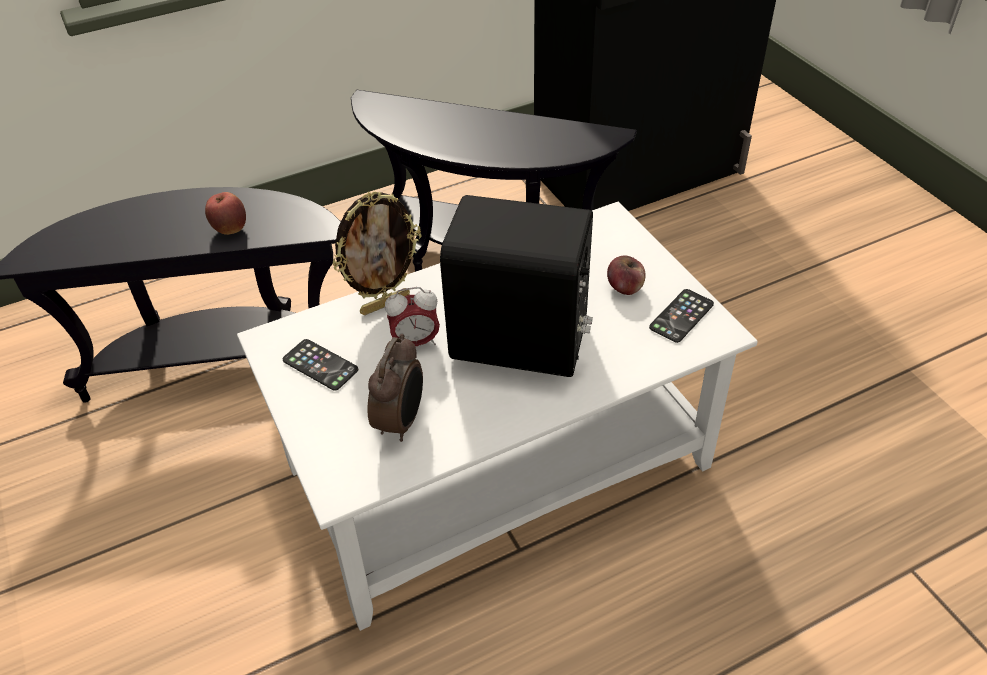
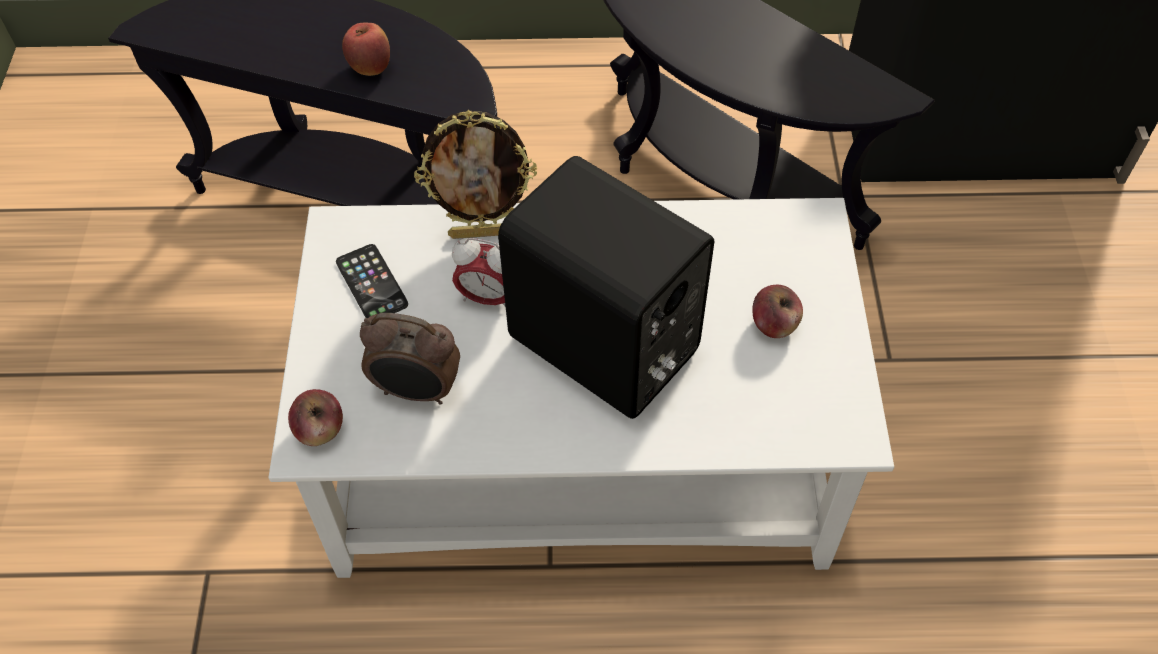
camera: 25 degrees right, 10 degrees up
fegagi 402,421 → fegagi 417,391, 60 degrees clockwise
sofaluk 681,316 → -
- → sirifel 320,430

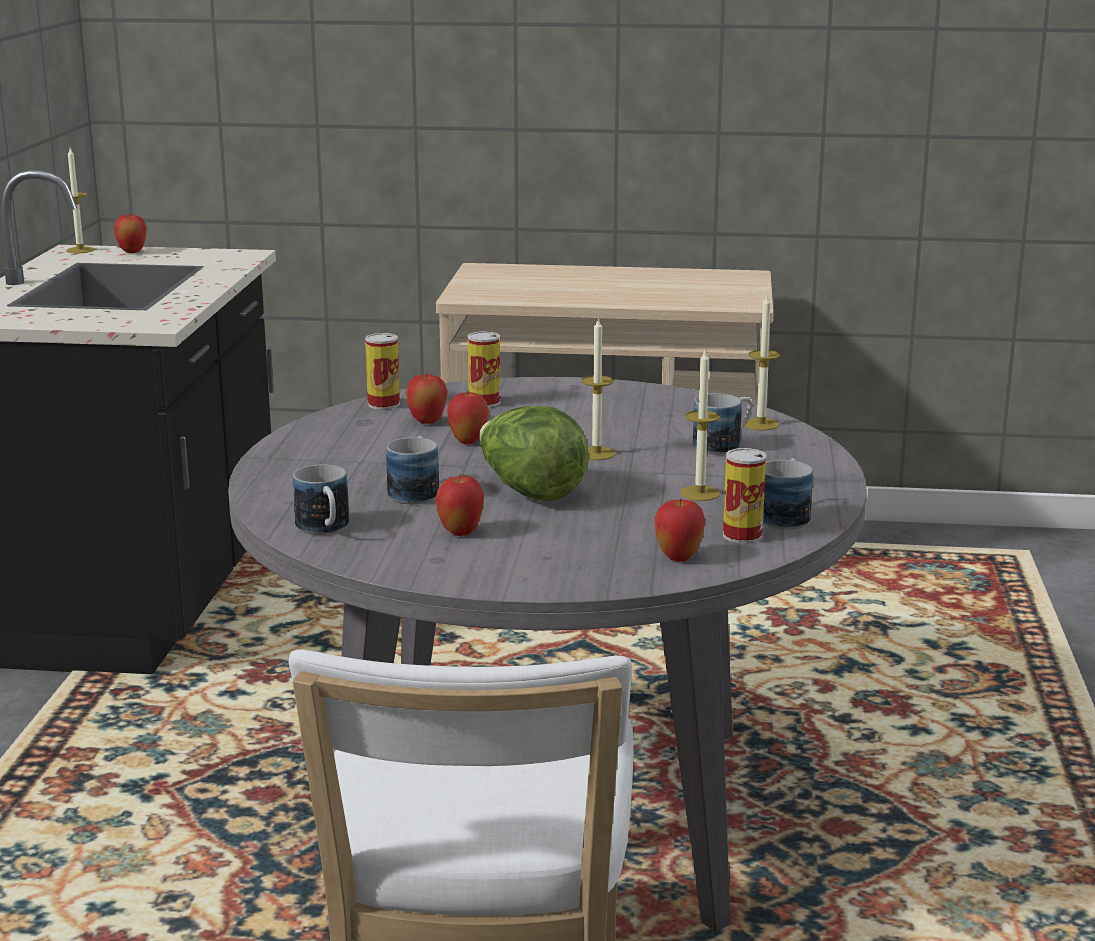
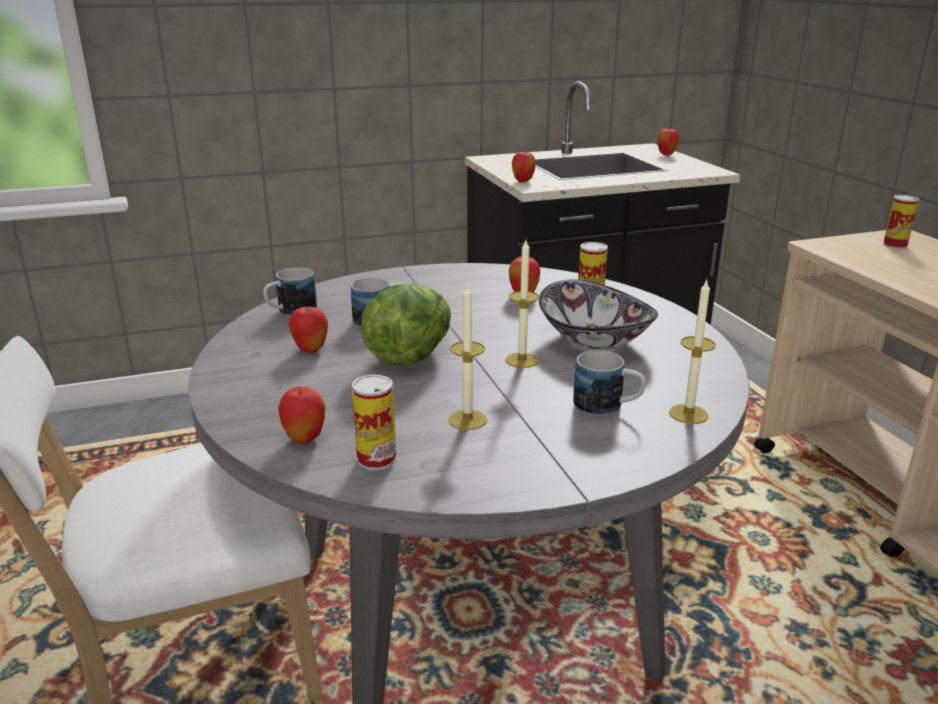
camera: 65 degrees right, 5 degrees up
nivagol 80,250 → -
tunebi 383,404 → tunebi 895,245, moved
sirifel 468,441 → sirifel 523,181, moved
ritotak 785,515 → -
- → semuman 595,339

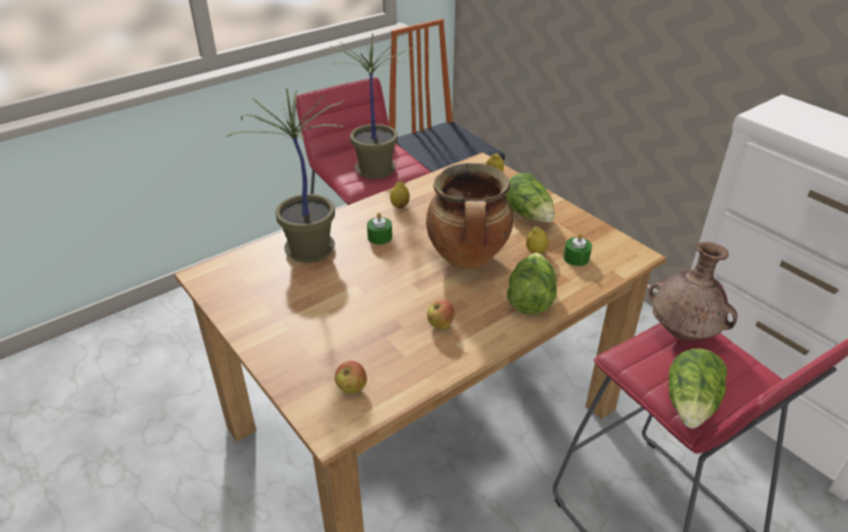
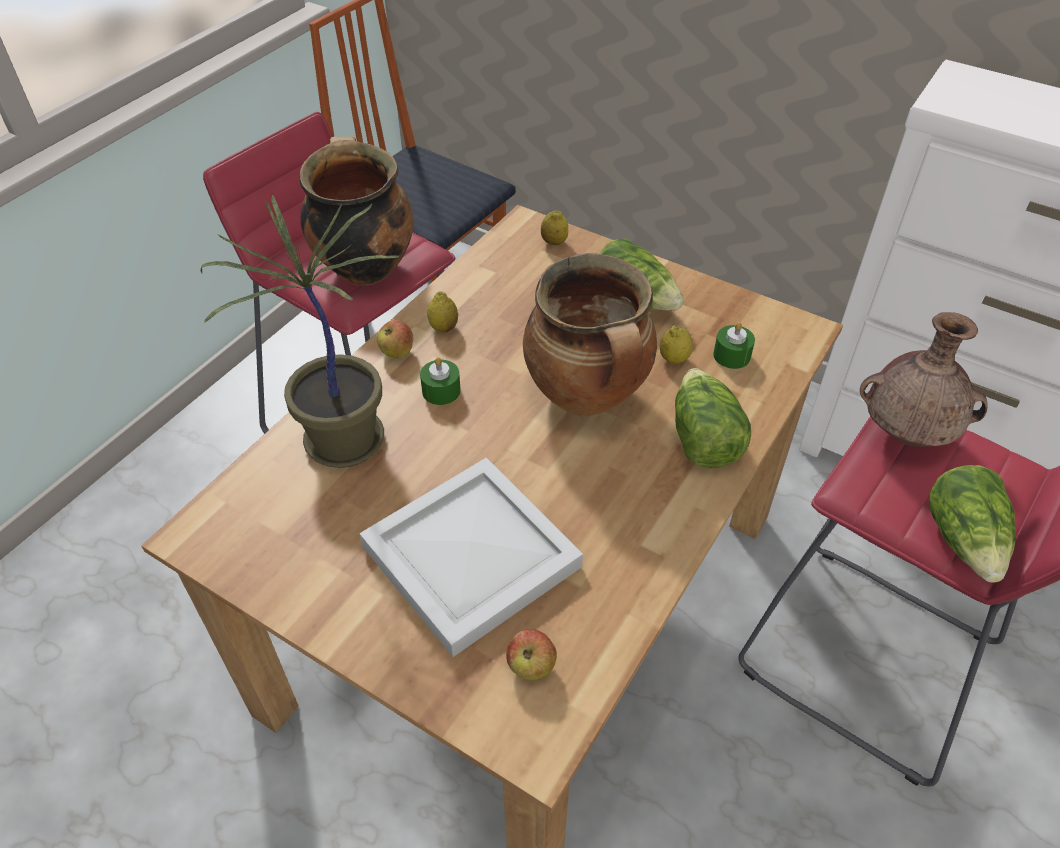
camera: 20 degrees left, 10 degrees up
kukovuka 374,169 → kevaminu 364,266
sirifel 440,324 → sirifel 397,352, moved
- → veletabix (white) 474,557

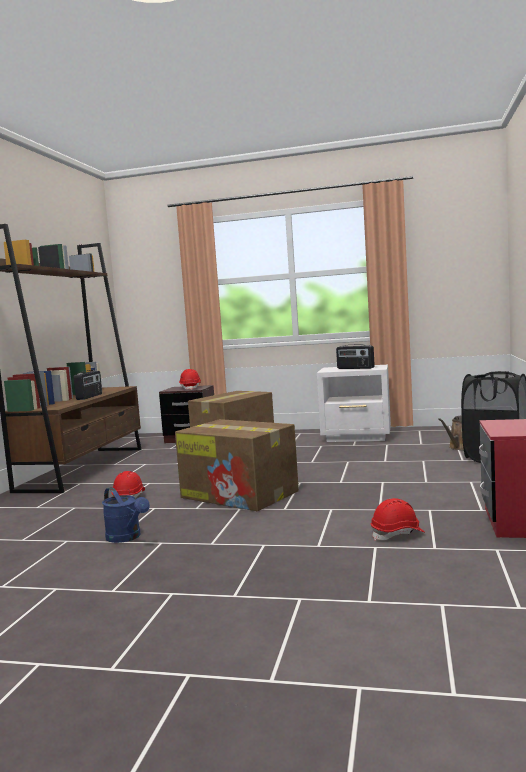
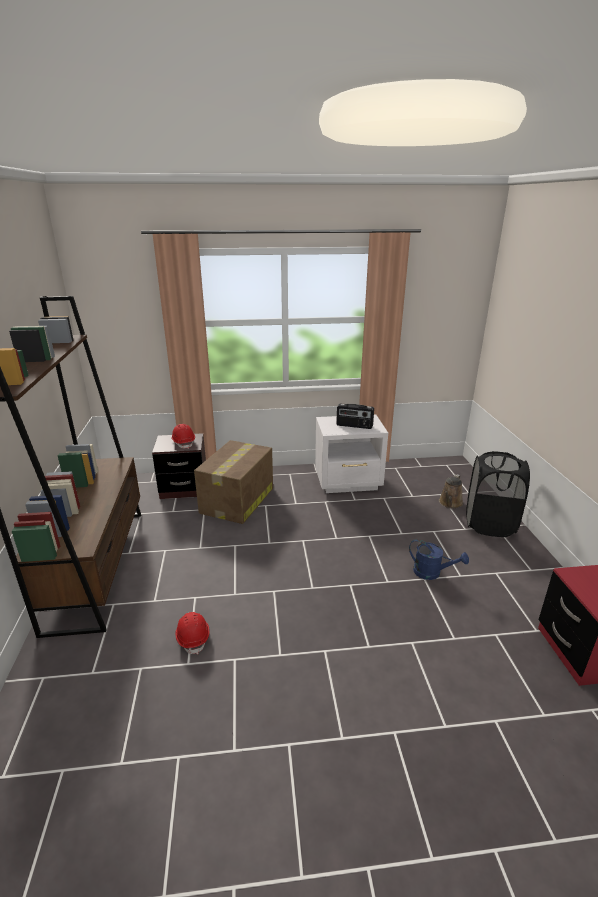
camera: 20 degrees left, 20 degrees up
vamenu 90,397 → -
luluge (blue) 127,537 → luluge (blue) 432,573, moved
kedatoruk 240,494 → -
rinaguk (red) 398,534 → -

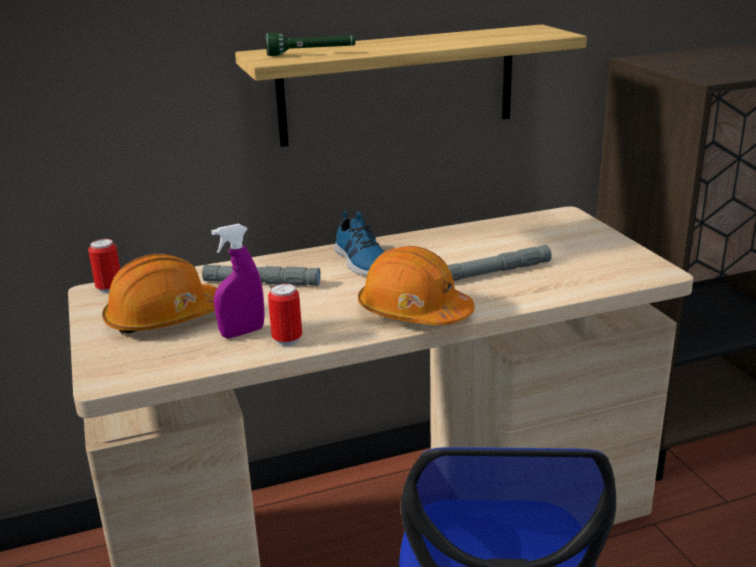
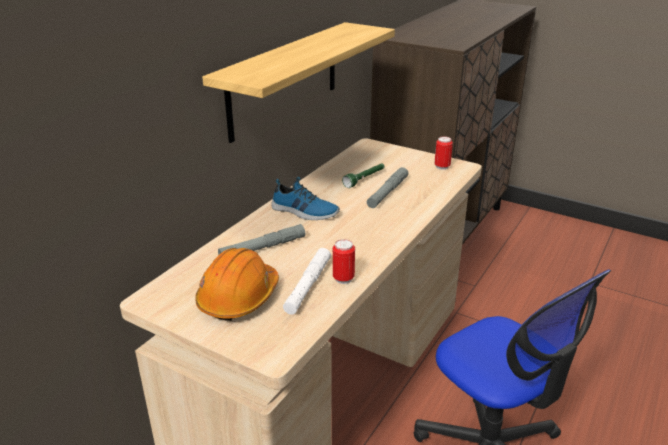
camera: 40 degrees left, 5 degrees up
tunebi 109,289 → tunebi 442,167, moved
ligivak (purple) 242,332 → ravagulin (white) 308,285
ravagulin (green) 311,54 → ravagulin (green) 365,179, moved
rinaguk (orange) 414,312 → -

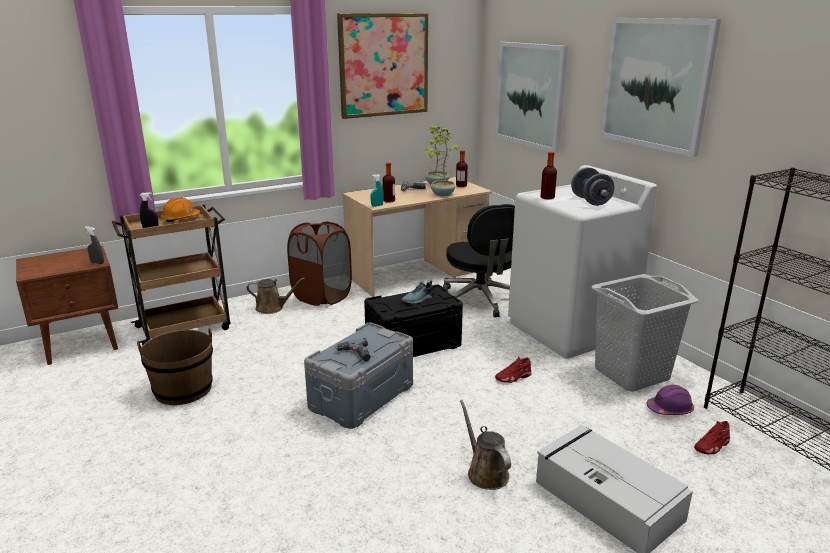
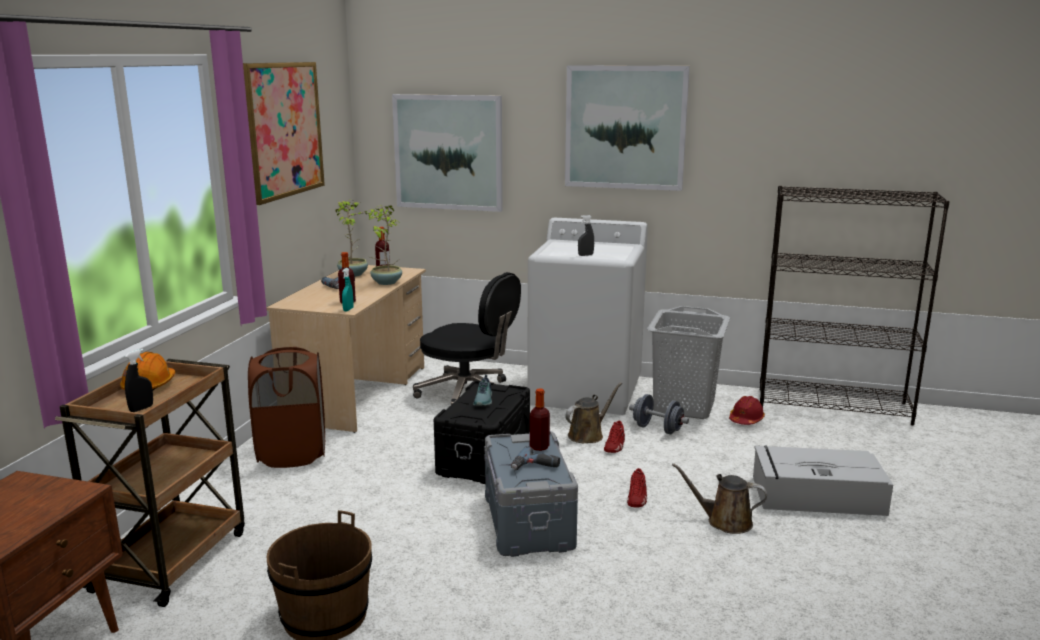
camera: 45 degrees left, 5 degrees down
ligivak (grey) 97,263 → ligivak (grey) 585,255, moved
luluge (brown) 272,308 → luluge (brown) 588,435, moved
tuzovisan 547,198 → tuzovisan 539,447, moved
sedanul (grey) 590,201 → sedanul (grey) 657,429, moved
rinaguk (purple) 670,409 → rinaguk (red) 746,420
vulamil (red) 712,446 → vulamil (red) 637,498, moved

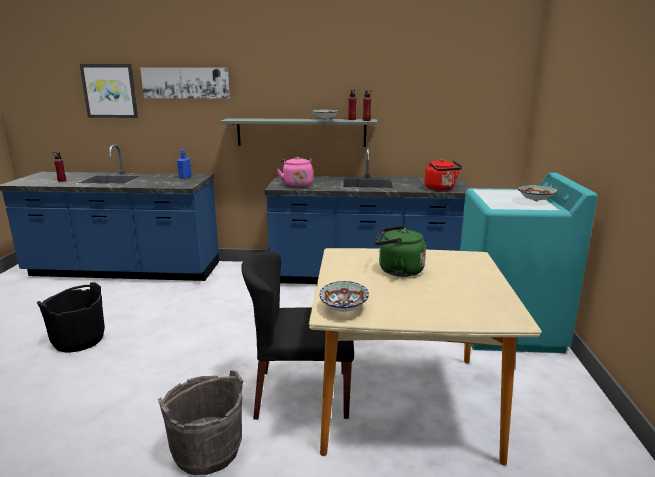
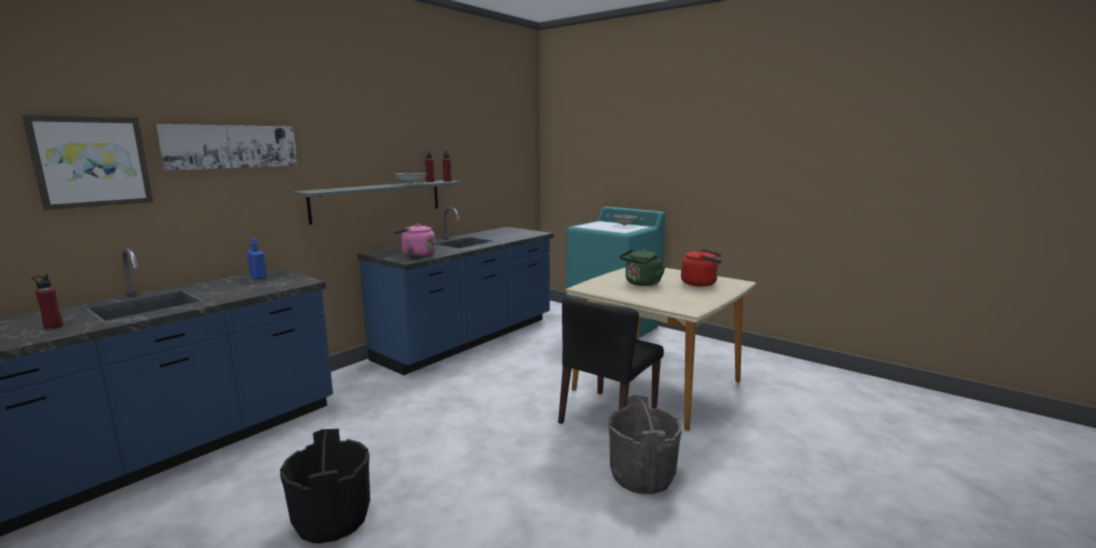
camera: 55 degrees left, 5 degrees down
semuman 344,308 → -
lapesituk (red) 441,189 → lapesituk (red) 701,283, moved

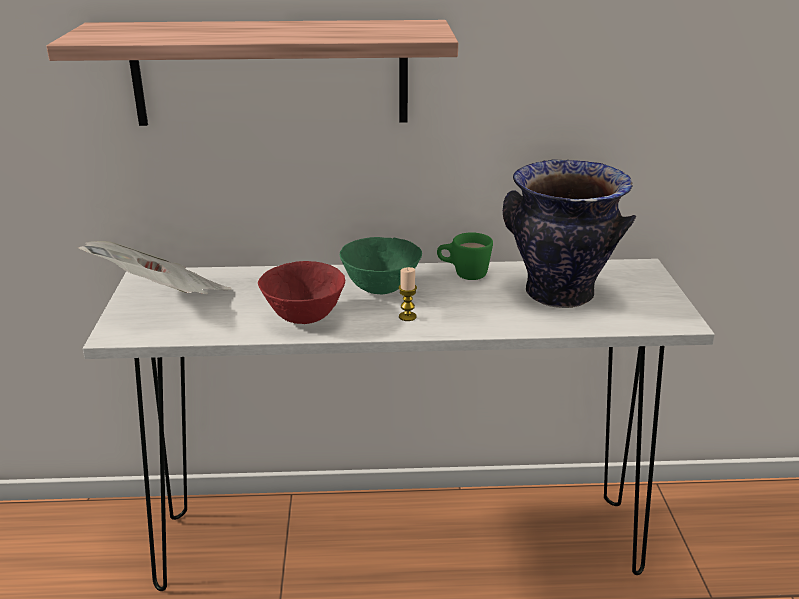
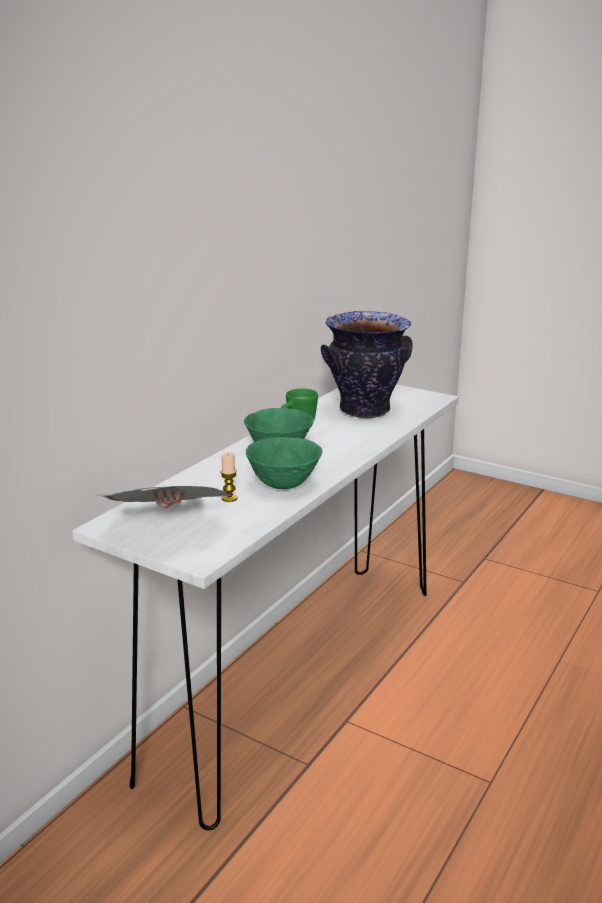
camera: 55 degrees left, 5 degrees down
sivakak 270,73 → -
semuman (red) 304,318 → semuman (green) 284,485
nivagol 407,316 → nivagol 229,498, moved

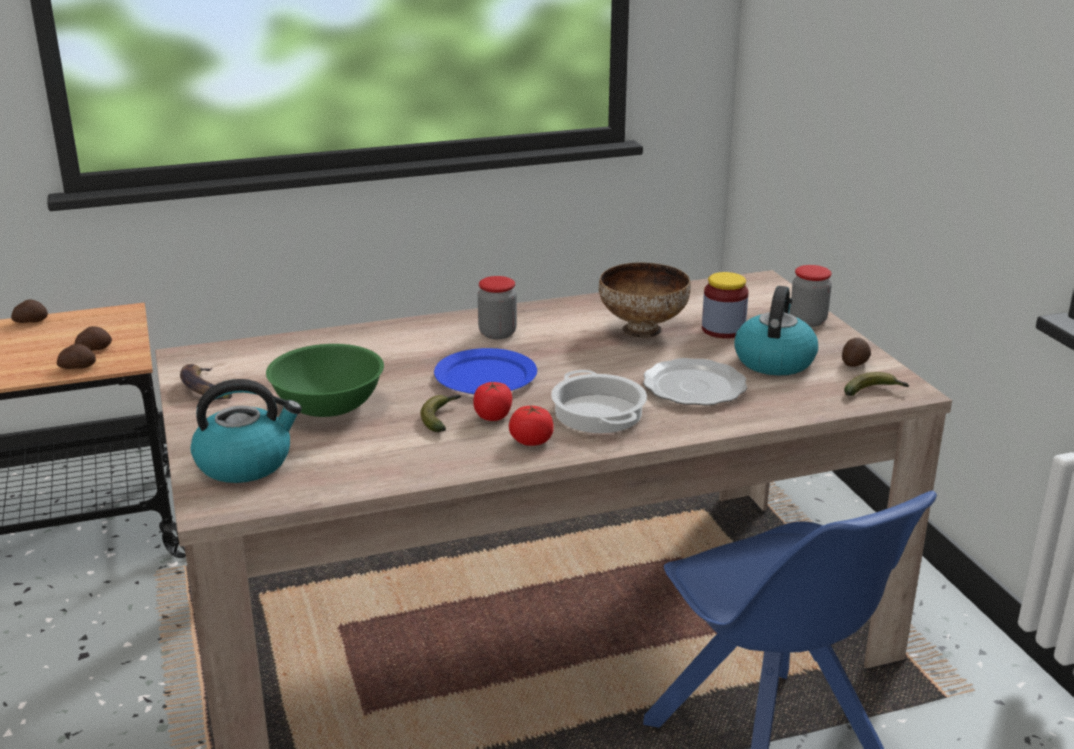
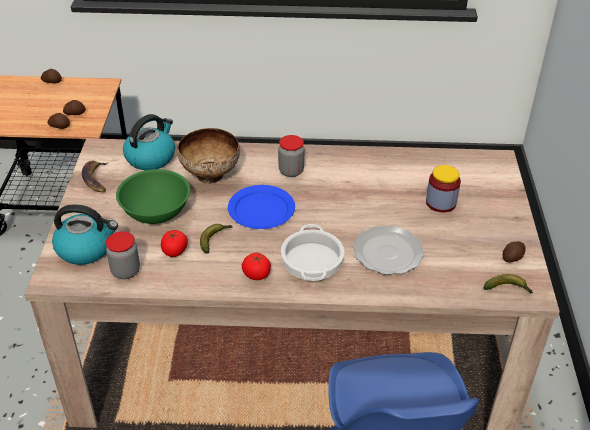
camera: 20 degrees right, 15 degrees up
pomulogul 493,416 → pomulogul 175,251, moved
semuman 643,330 → semuman 211,176, moved
lapesituk 774,360 → lapesituk 151,157, moved
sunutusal 808,321 → sunutusal 125,271, moved

